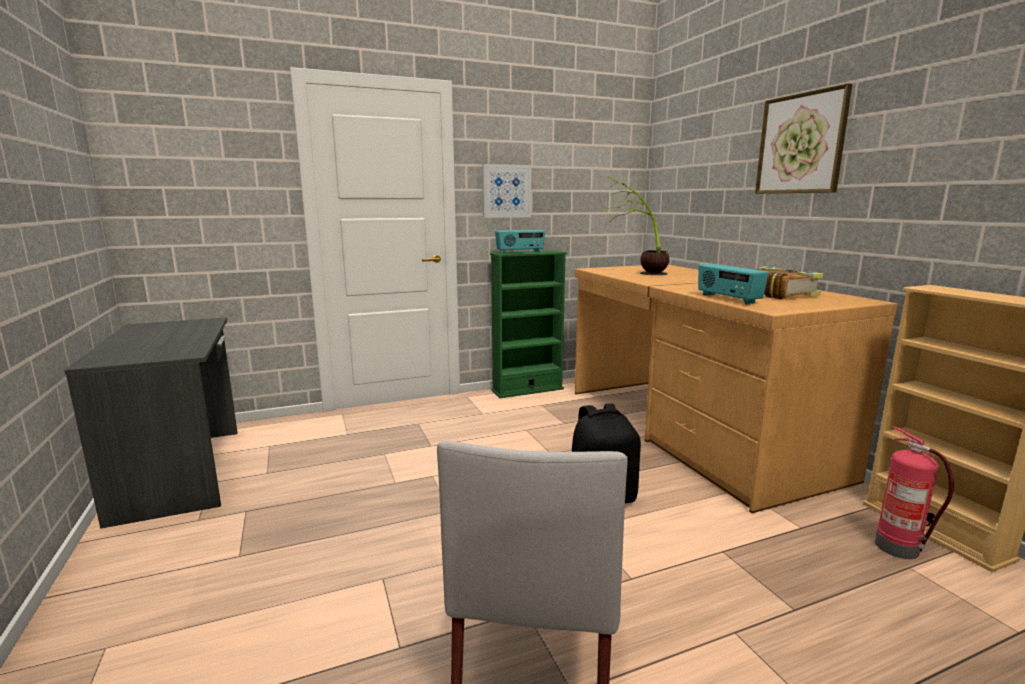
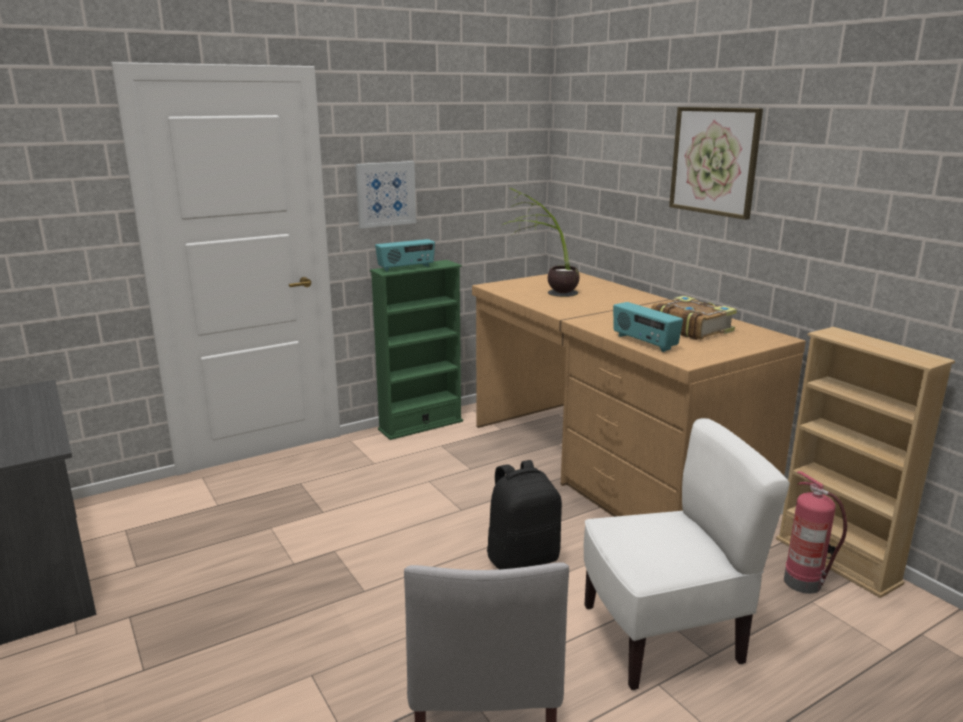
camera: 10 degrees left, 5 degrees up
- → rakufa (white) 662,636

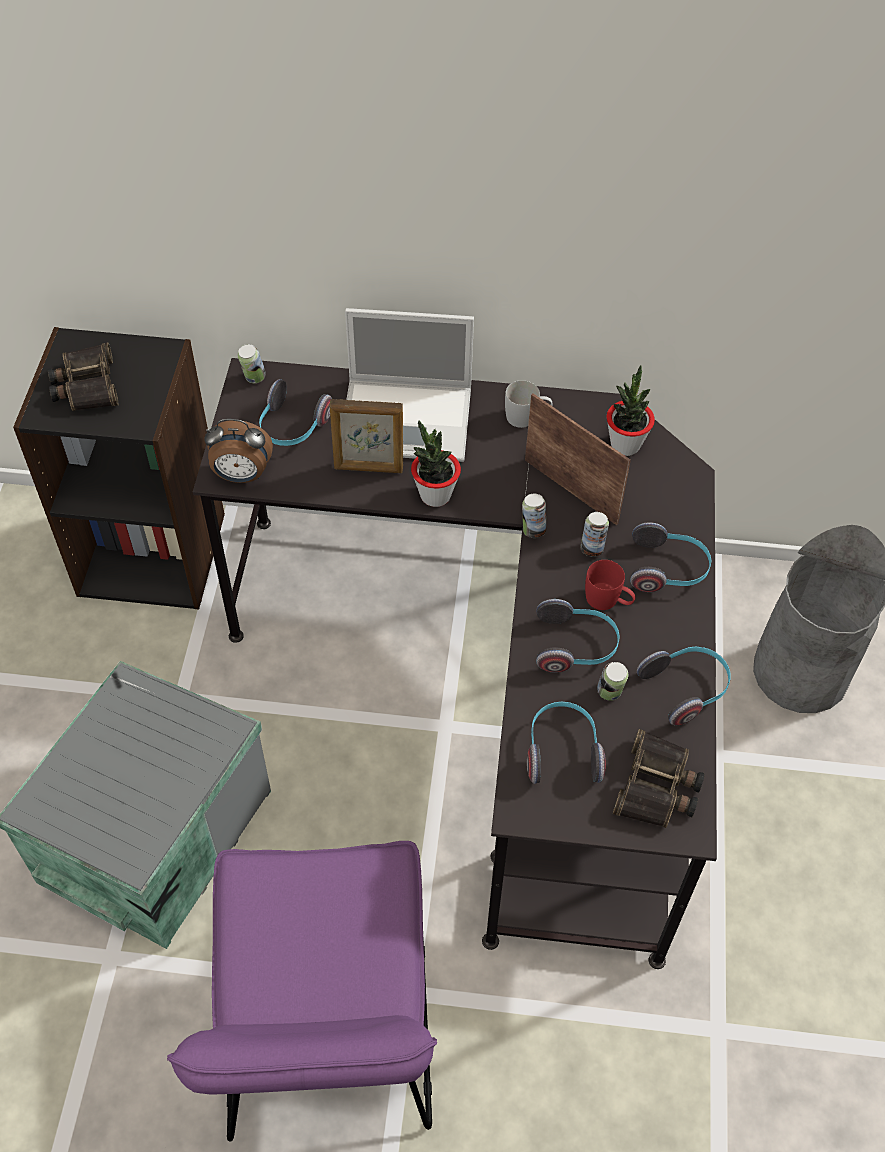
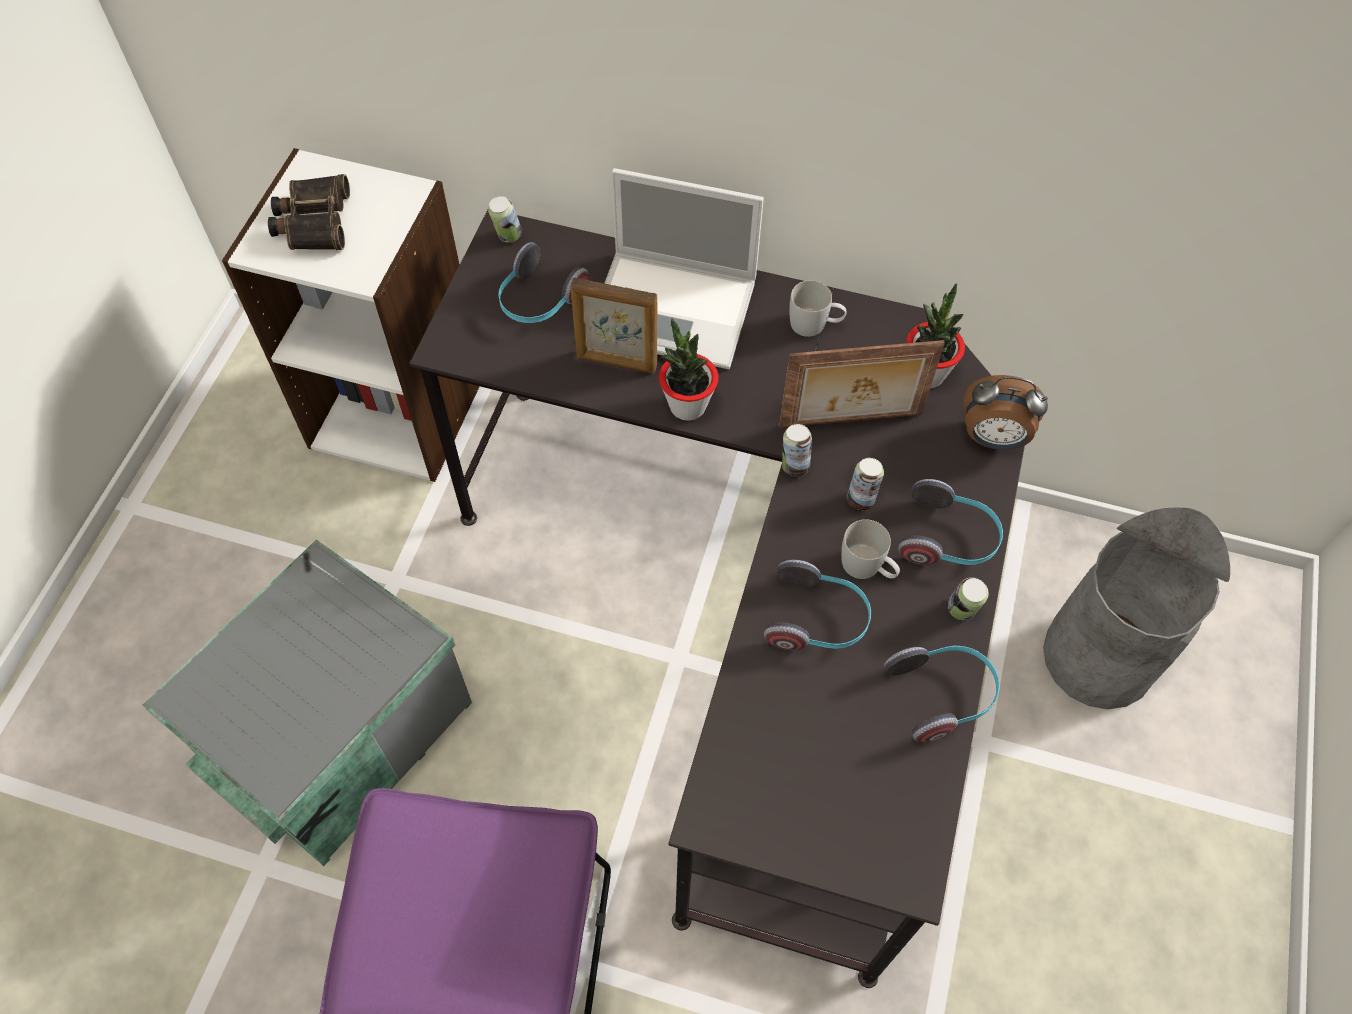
camera: 10 degrees right, 5 degrees up
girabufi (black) 153,552 → girabufi (white) 398,410
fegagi 241,475 → fegagi 993,438, moved
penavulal 572,490 → penavulal 851,422, 120 degrees clockwise
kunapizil 562,751 → -
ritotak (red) 608,601 → ritotak (white) 868,568
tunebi 609,693 → tunebi 961,611, moved
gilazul 658,788 → -

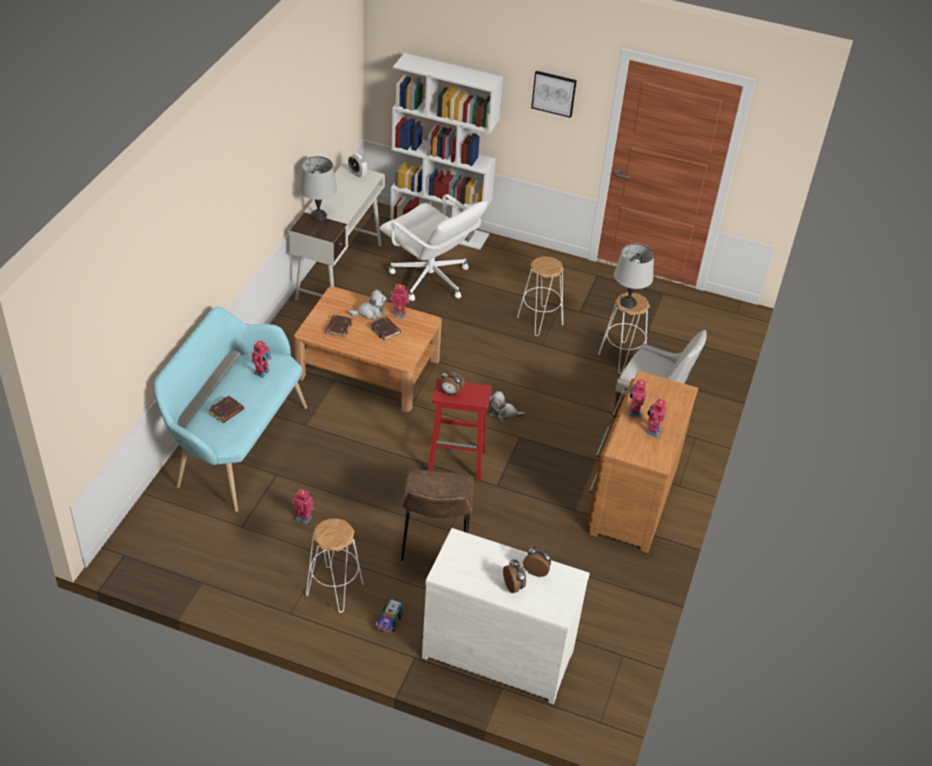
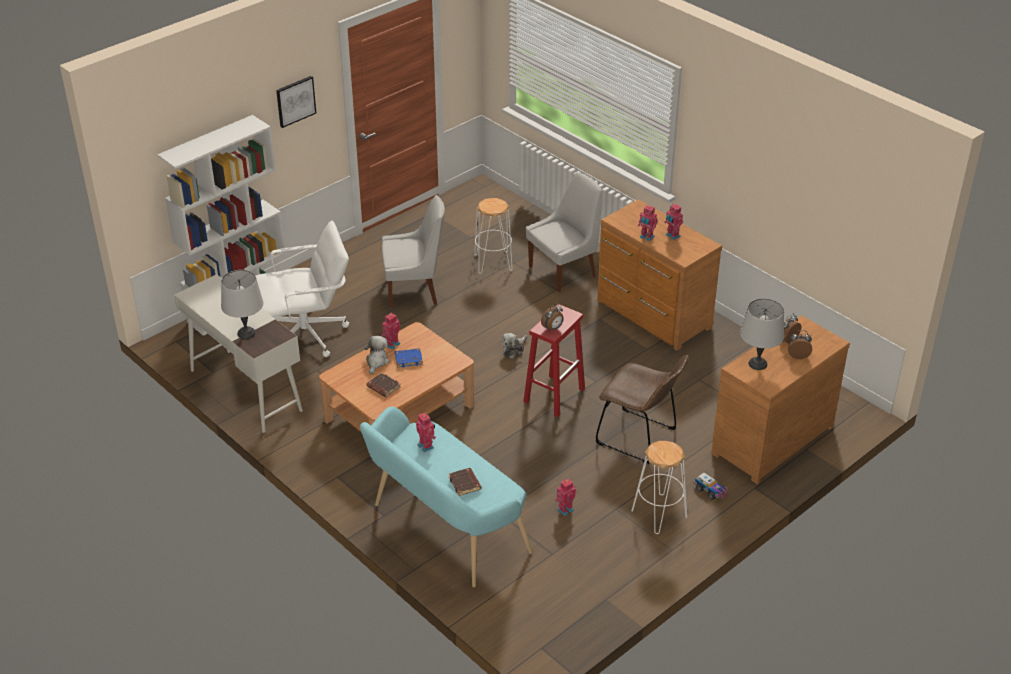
camera: 60 degrees left, 5 degrees down
fegagi 357,173 → -
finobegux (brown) 385,330 → finobegux (blue) 409,359
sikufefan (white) 498,650 → sikufefan (brown) 769,439
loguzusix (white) 539,321 → rakufa (white) 414,290
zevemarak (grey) 628,302 → zevemarak (grey) 757,363, moved

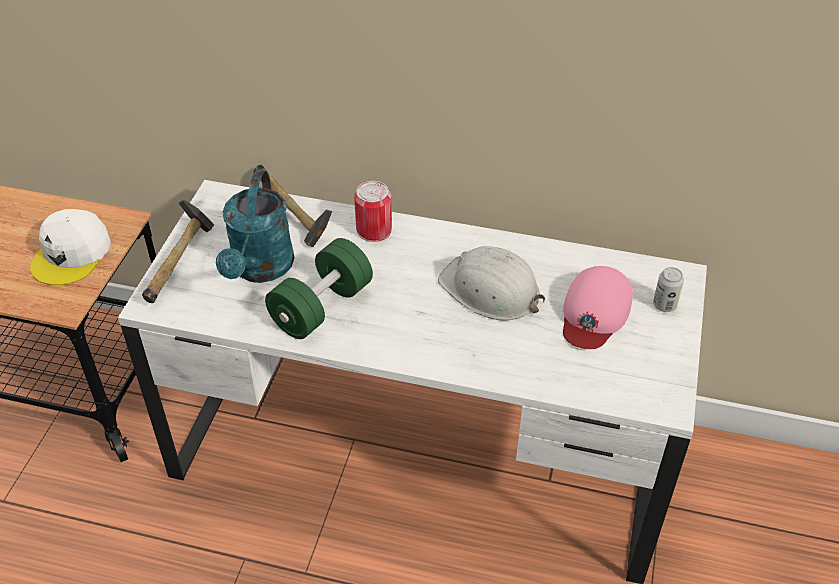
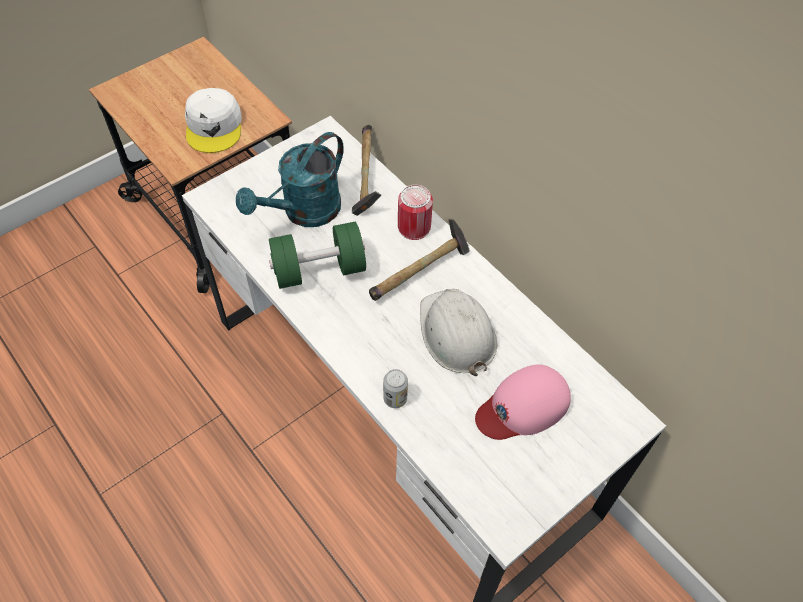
camera: 35 degrees right, 10 degrees up
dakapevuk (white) 72,254 → dakapevuk (white) 214,126, 60 degrees counterclockwise
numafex 179,263 → numafex 421,272, moved
tunebi 664,305 → tunebi 395,399, moved

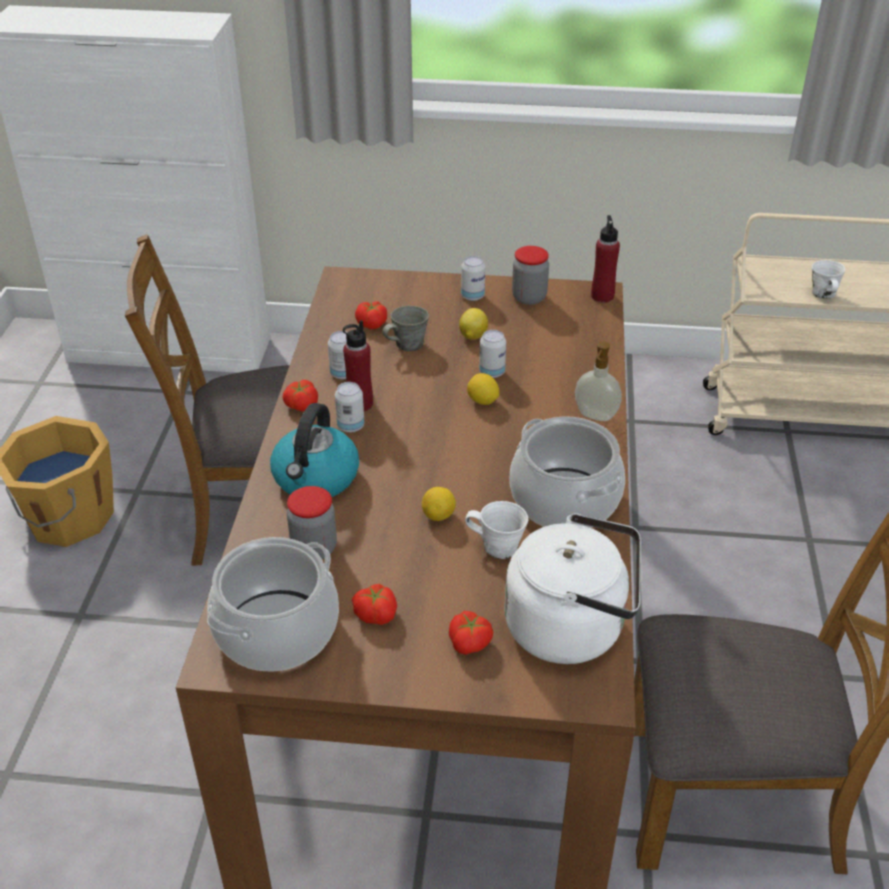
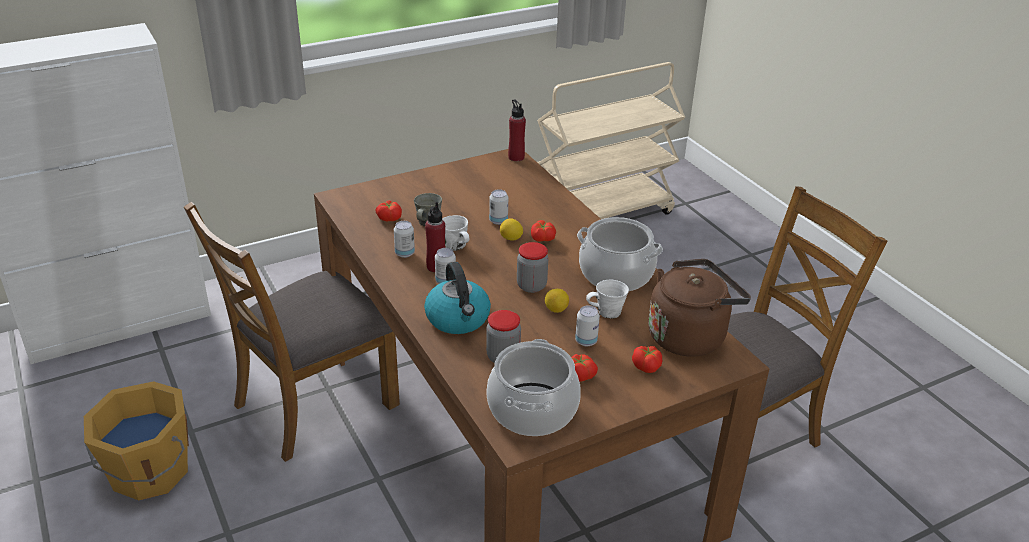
camera: 35 degrees left, 5 degrees down
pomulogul 301,406 → pomulogul 542,239, moved
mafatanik 472,336 → -
tunebi 472,296 → tunebi 586,341, moved
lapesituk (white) 572,627 → lapesituk (brown) 689,336
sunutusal 529,297 → sunutusal 531,286, moved
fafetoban 595,416 → -
ritotak (white) 823,294 → ritotak (white) 455,246, moved

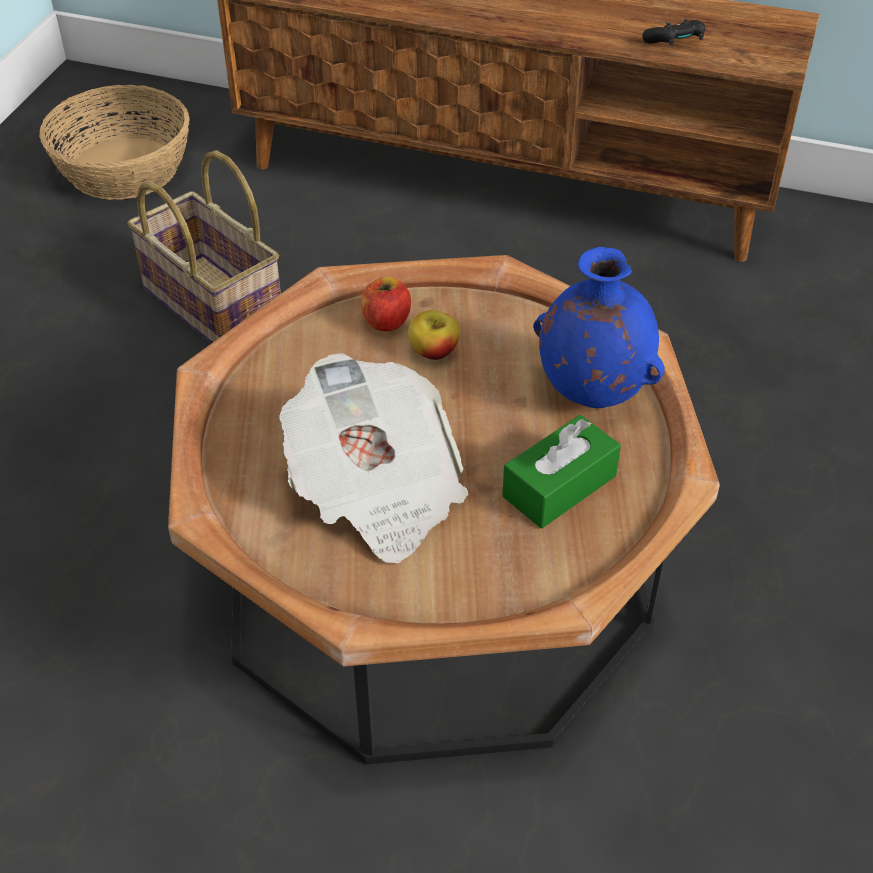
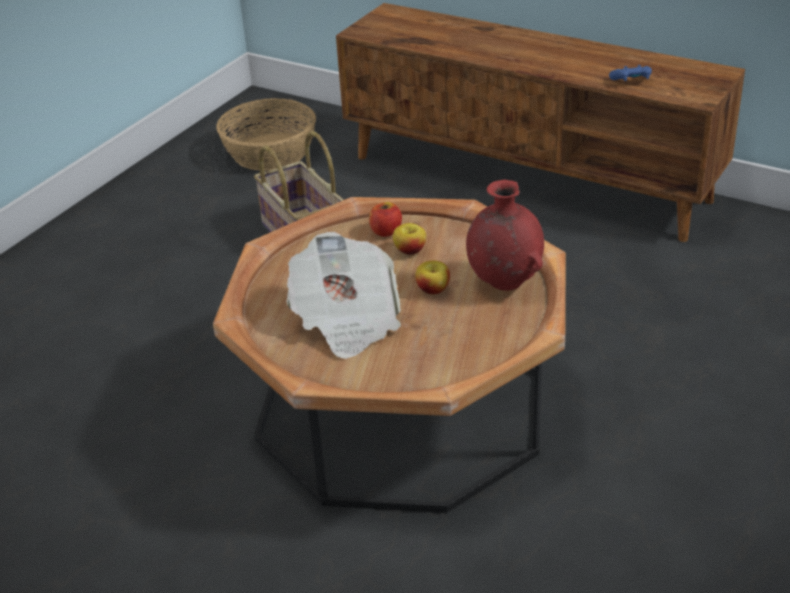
camera: 15 degrees right, 10 degrees down
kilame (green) 559,486 → -
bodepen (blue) 591,393 → bodepen (red) 504,282
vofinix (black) 675,44 → vofinix (blue) 631,82
- → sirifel 433,289

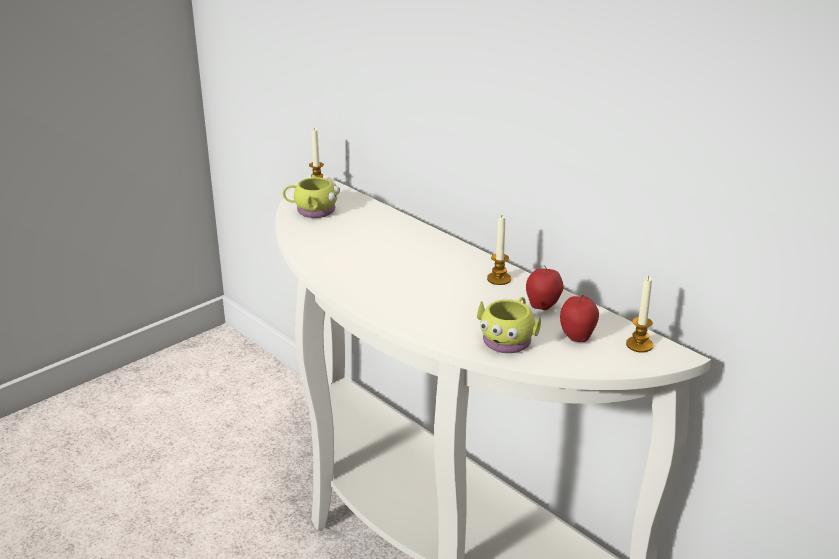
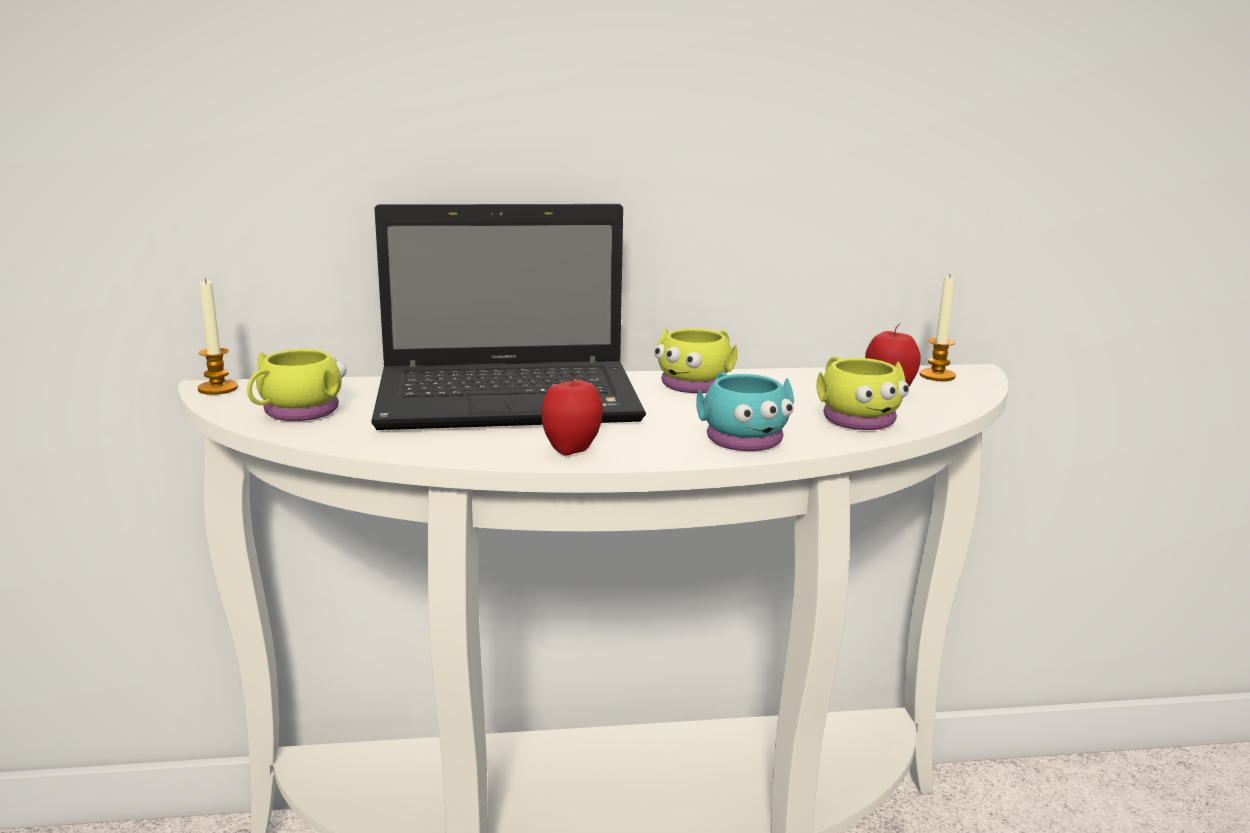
camera: 55 degrees left, 10 degrees down
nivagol 499,279 → ritotak (yellow) 698,383
sirifel 543,307 → sirifel 572,450, moved
- → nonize 513,400
- → ritotak (turquoise) 740,437

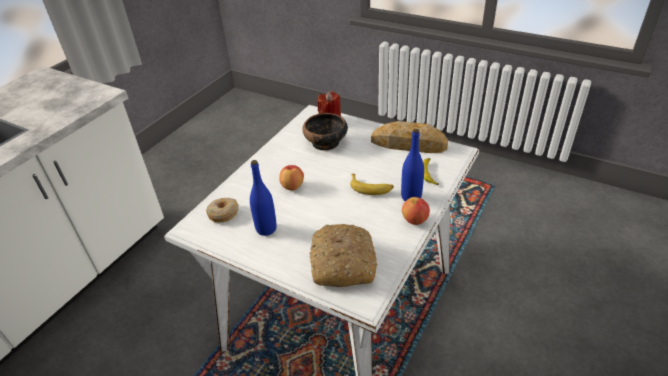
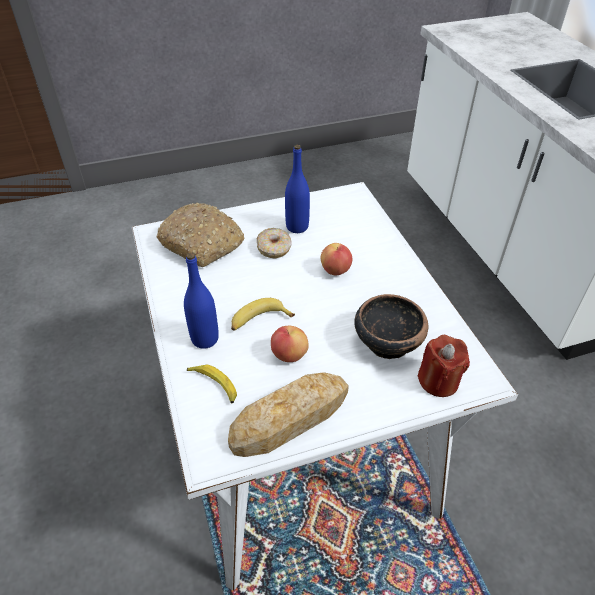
camera: 130 degrees right, 5 degrees up
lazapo 223,213 → lazapo 274,248, moved
sirifel 415,220 → sirifel 289,355, moved

